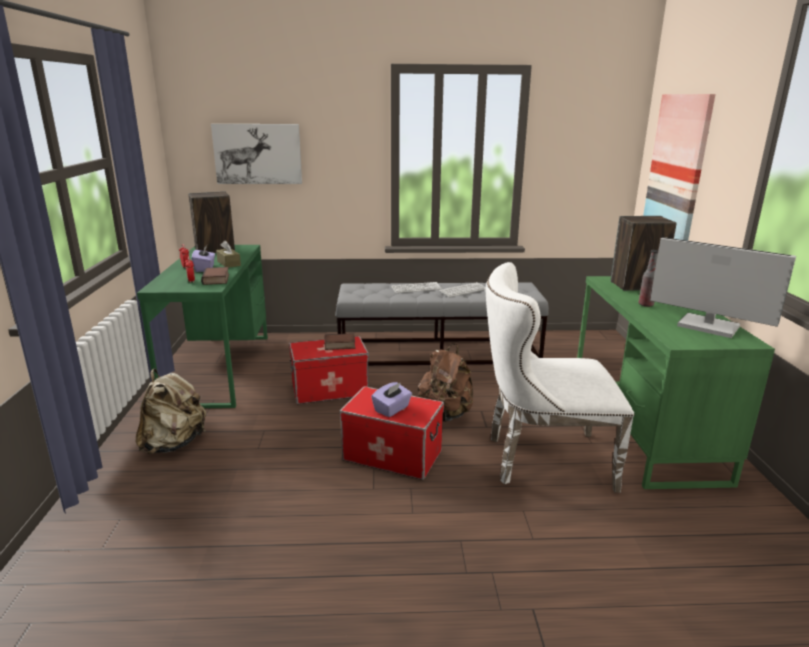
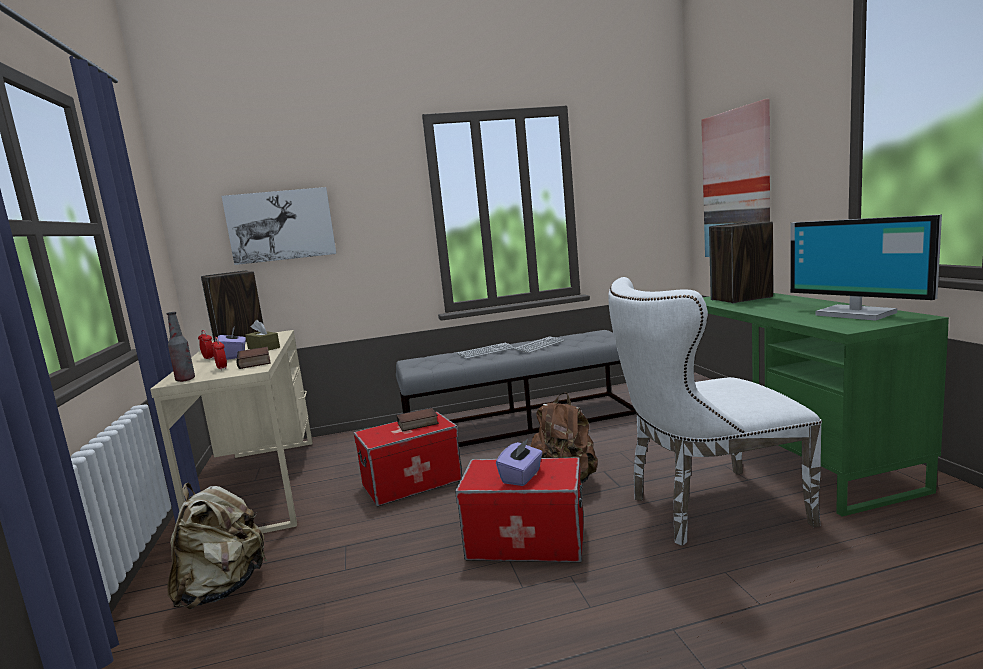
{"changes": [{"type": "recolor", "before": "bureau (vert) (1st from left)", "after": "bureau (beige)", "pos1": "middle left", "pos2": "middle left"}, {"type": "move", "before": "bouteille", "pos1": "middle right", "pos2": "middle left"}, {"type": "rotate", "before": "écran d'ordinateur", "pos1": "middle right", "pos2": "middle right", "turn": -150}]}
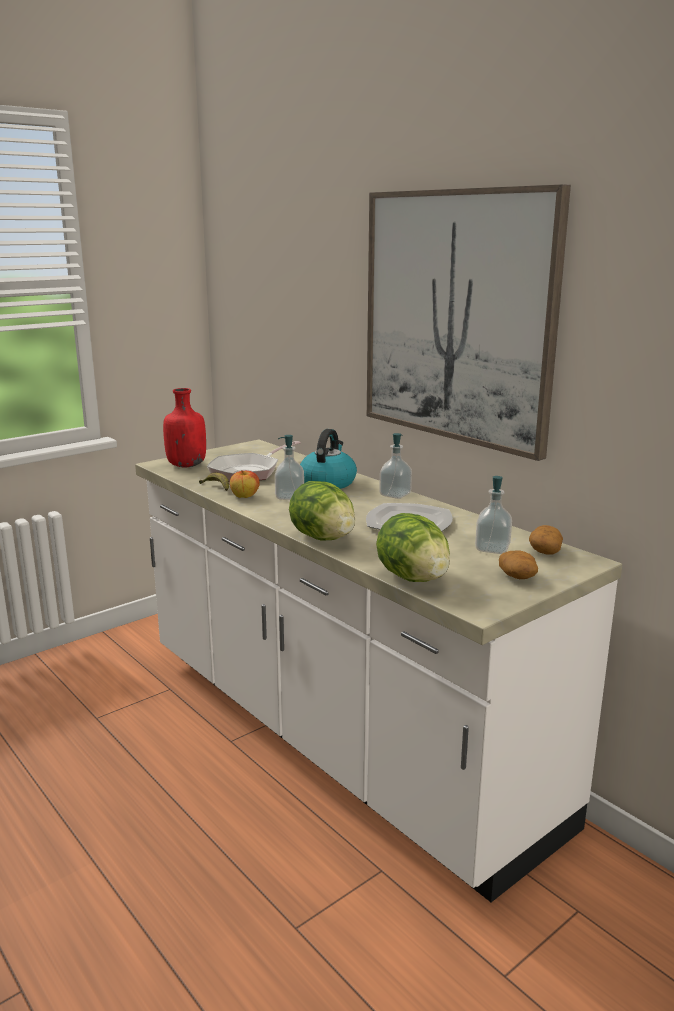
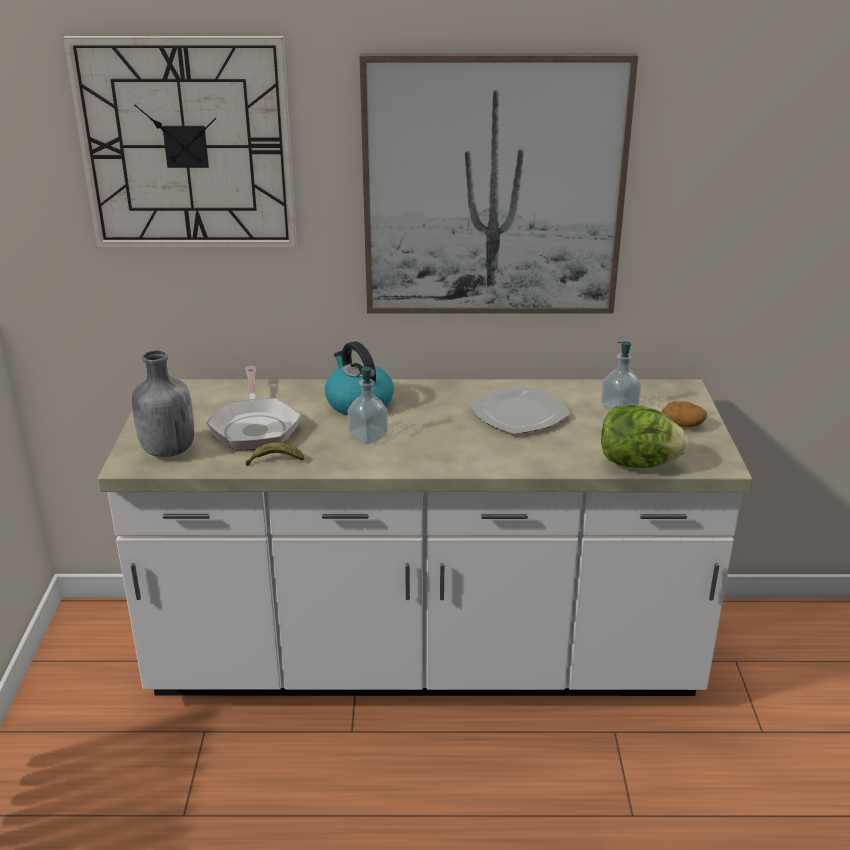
{"changes": [{"type": "recolor", "before": "bouteille (rouge)", "after": "bouteille (gris)", "pos1": "middle left", "pos2": "middle left"}, {"type": "delete", "before": "pomme", "pos1": "centre"}, {"type": "delete", "before": "laitue (1st from left)", "pos1": "centre"}, {"type": "delete", "before": "distributeur de savon (2nd from left)", "pos1": "centre"}, {"type": "delete", "before": "pomme de terre (2nd from left)", "pos1": "middle right"}, {"type": "insert", "after": "horloge murale", "pos2": "top left"}]}
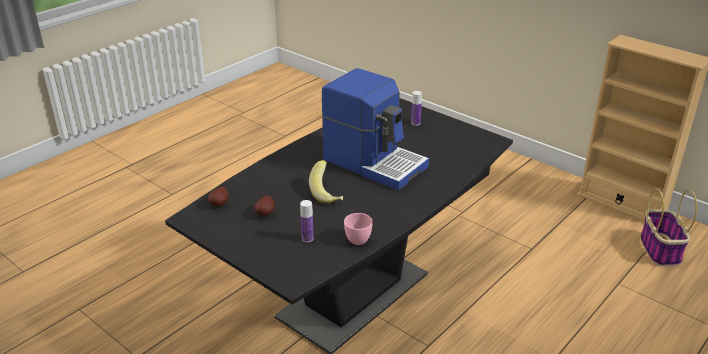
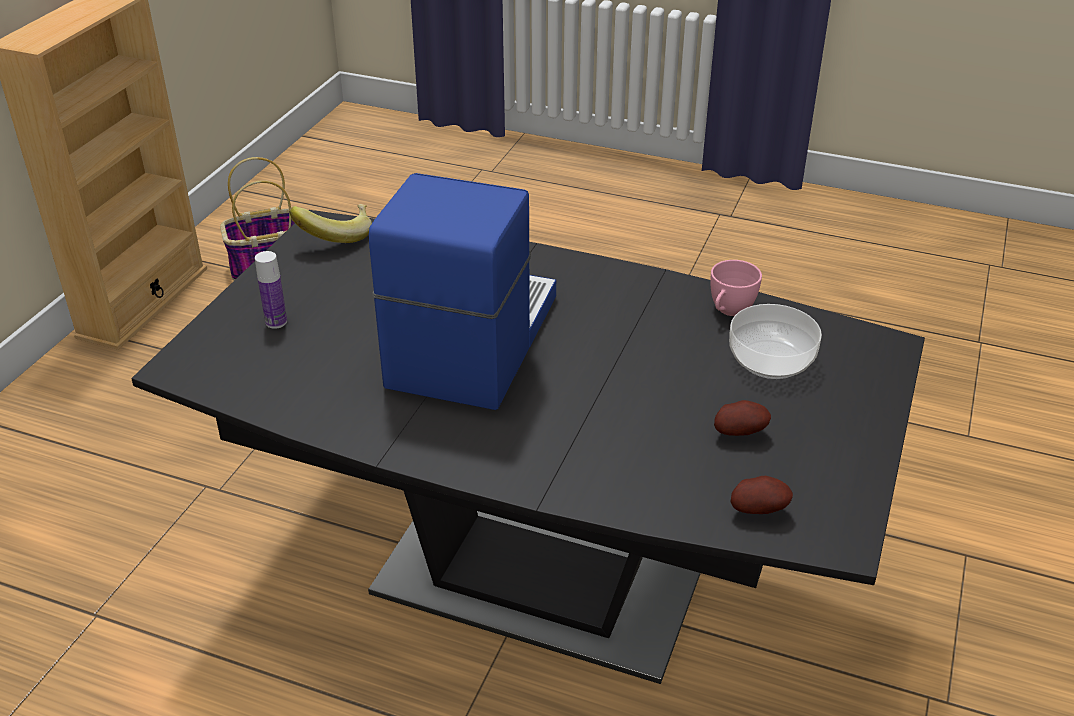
{"changes": [{"type": "replace", "before": "bouteille (1st from left)", "after": "bol", "pos1": "centre", "pos2": "middle right"}, {"type": "move", "before": "banane", "pos1": "centre", "pos2": "top left"}]}
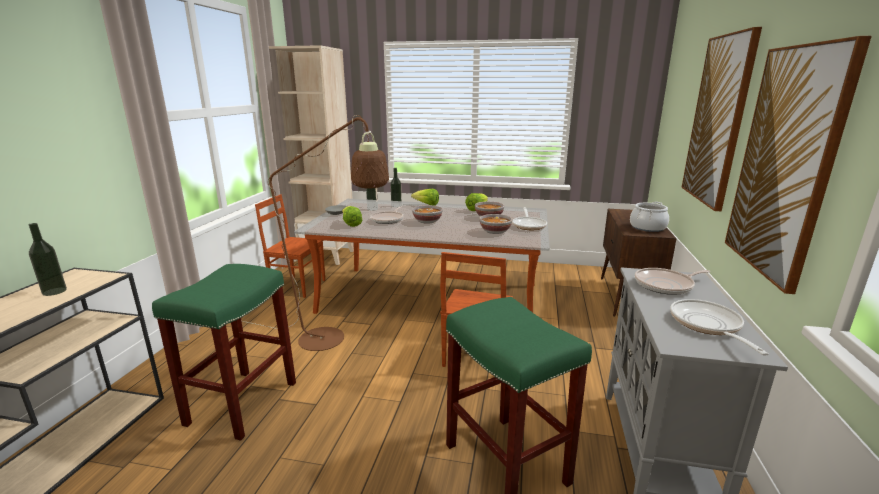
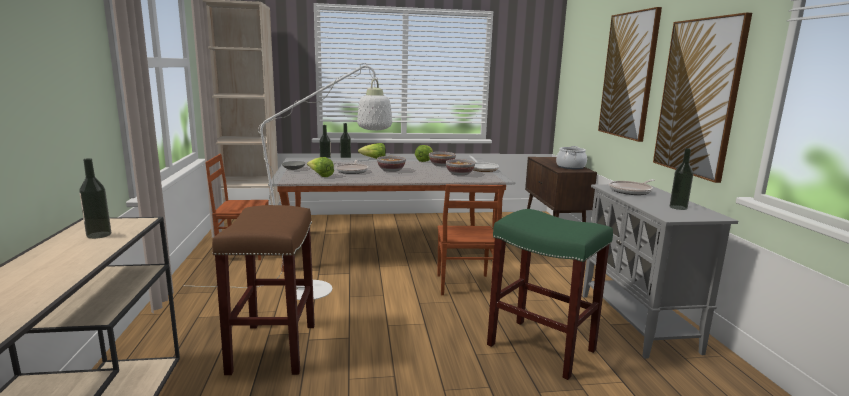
{"changes": [{"type": "recolor", "before": "tabouret (vert) (1st from left)", "after": "tabouret (marron)", "pos1": "bottom left", "pos2": "bottom left"}, {"type": "recolor", "before": "lampadaire (marron)", "after": "lampadaire (blanc)", "pos1": "centre", "pos2": "centre"}, {"type": "replace", "before": "poêle (4th from left)", "after": "bouteille (4th from left)", "pos1": "middle right", "pos2": "middle right"}]}
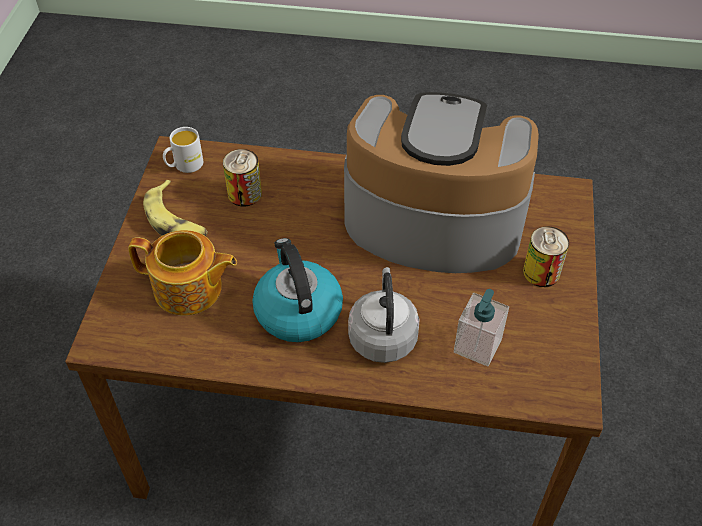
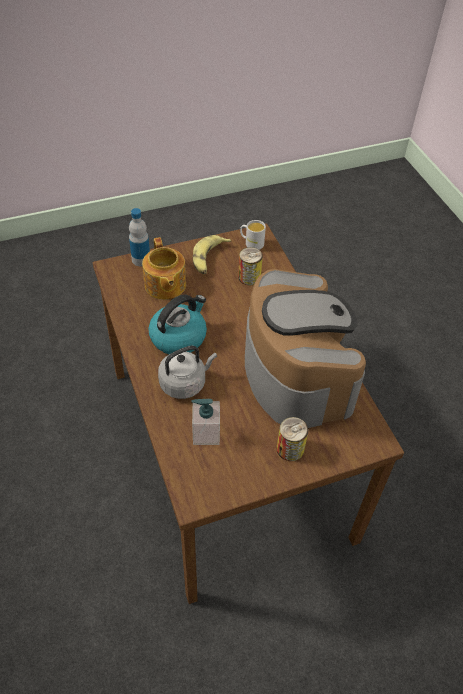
{"changes": [{"type": "insert", "after": "bouteille", "pos2": "middle left"}]}
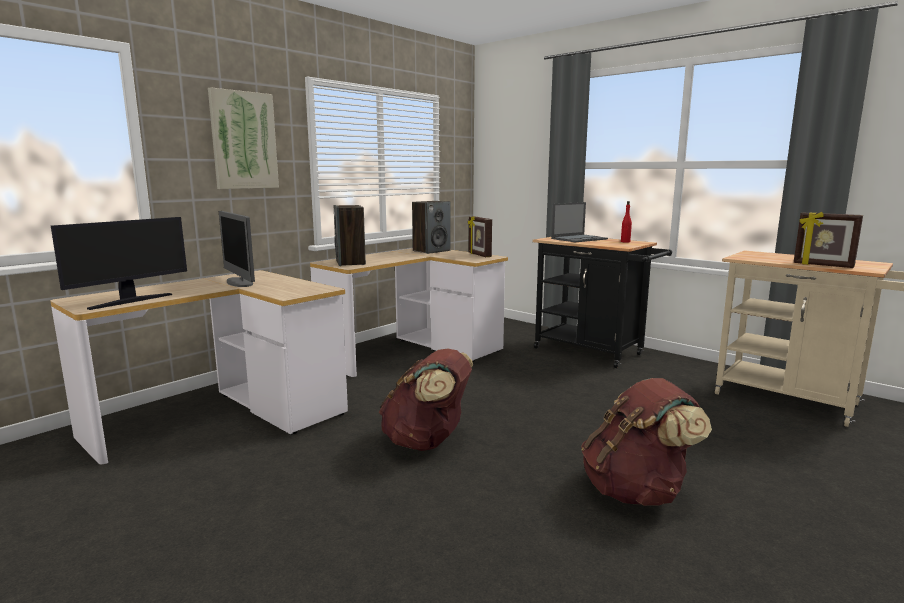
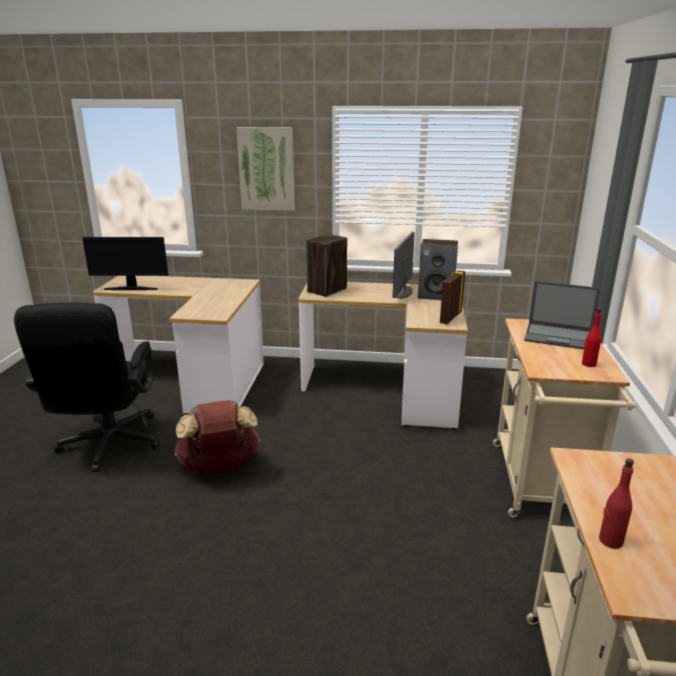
{"changes": [{"type": "move", "before": "écran d'ordinateur (2nd from left)", "pos1": "middle left", "pos2": "centre"}, {"type": "recolor", "before": "chariot (noir)", "after": "chariot (beige) (1st from left)", "pos1": "centre", "pos2": "middle right"}, {"type": "delete", "before": "sac à dos (marron) (2nd from left)", "pos1": "bottom right"}, {"type": "replace", "before": "cadre photo (2nd from left)", "after": "bouteille (rouge) (2nd from left)", "pos1": "middle right", "pos2": "bottom right"}, {"type": "insert", "after": "chaise de bureau (noir)", "pos2": "middle left"}]}
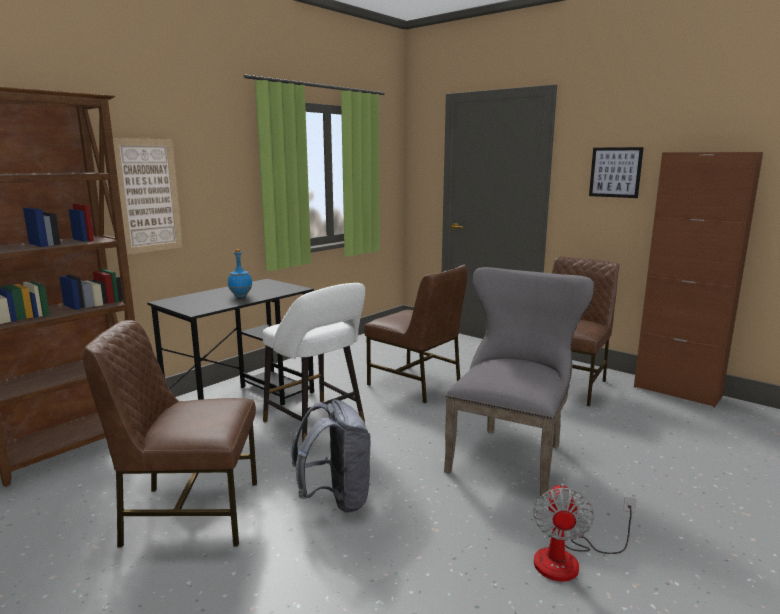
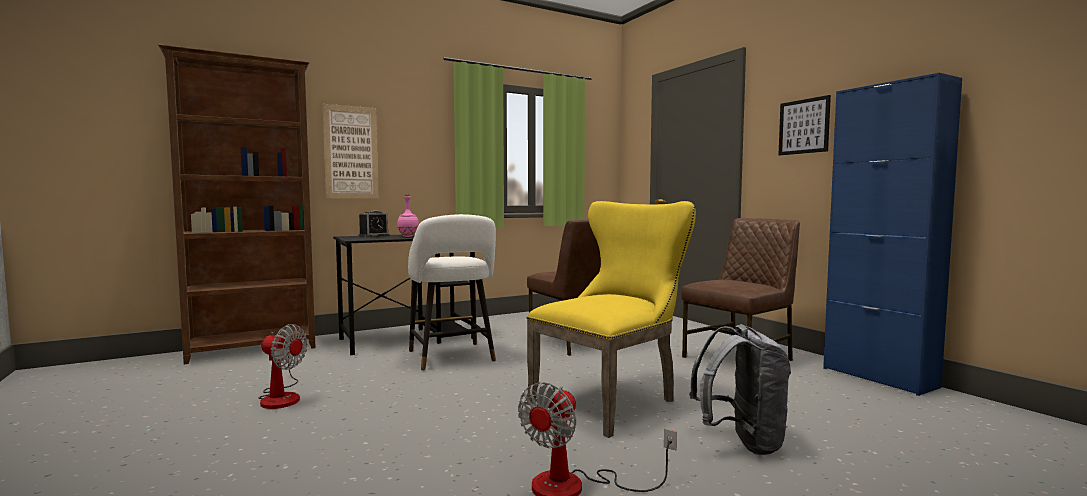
{"changes": [{"type": "replace", "before": "chaise (marron) (1st from left)", "after": "ventilateur (1st from left)", "pos1": "bottom left", "pos2": "bottom left"}, {"type": "recolor", "before": "bouteille (bleu)", "after": "bouteille (rose)", "pos1": "middle left", "pos2": "centre"}, {"type": "move", "before": "sac à dos (gris)", "pos1": "bottom centre", "pos2": "bottom right"}, {"type": "recolor", "before": "chaise (gris)", "after": "chaise (jaune)", "pos1": "centre", "pos2": "centre"}, {"type": "recolor", "before": "meuble de rangement (marron)", "after": "meuble de rangement (bleu)", "pos1": "middle right", "pos2": "middle right"}, {"type": "insert", "after": "réveil", "pos2": "centre"}]}
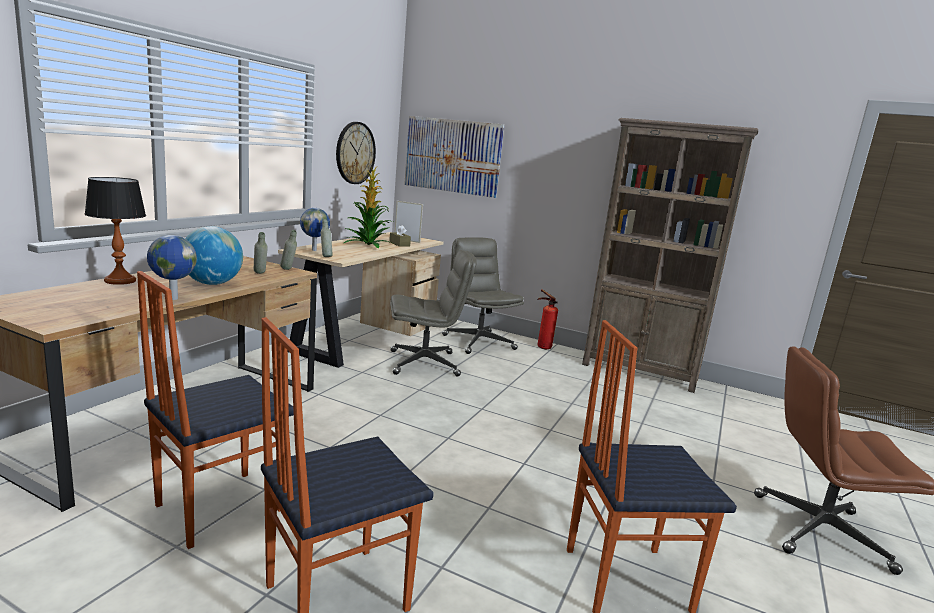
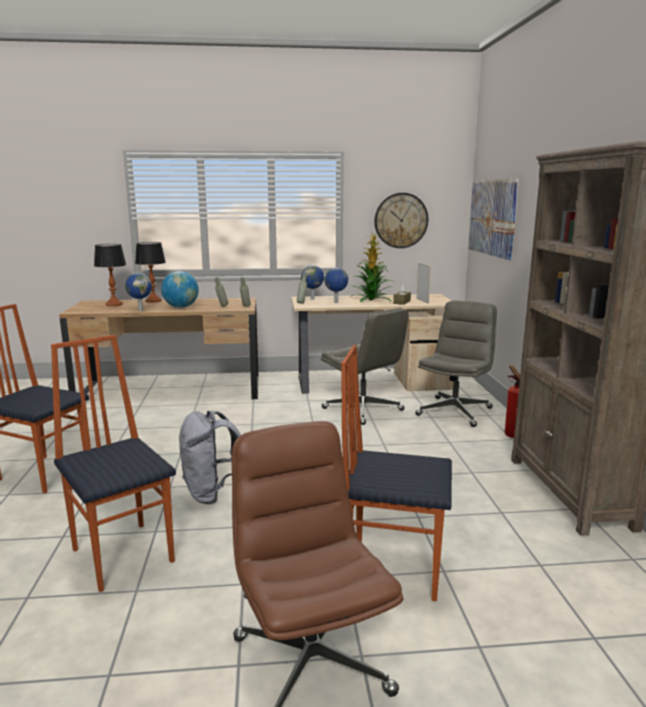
{"changes": [{"type": "move", "before": "chaise (1st from left in the first image)", "after": "chaise (3rd from left)", "pos1": "bottom left", "pos2": "bottom centre"}, {"type": "insert", "after": "lampe de table (1st from left)", "pos2": "middle left"}, {"type": "insert", "after": "sac à dos (gris)", "pos2": "middle left"}, {"type": "insert", "after": "globe (4th from left)", "pos2": "centre"}]}
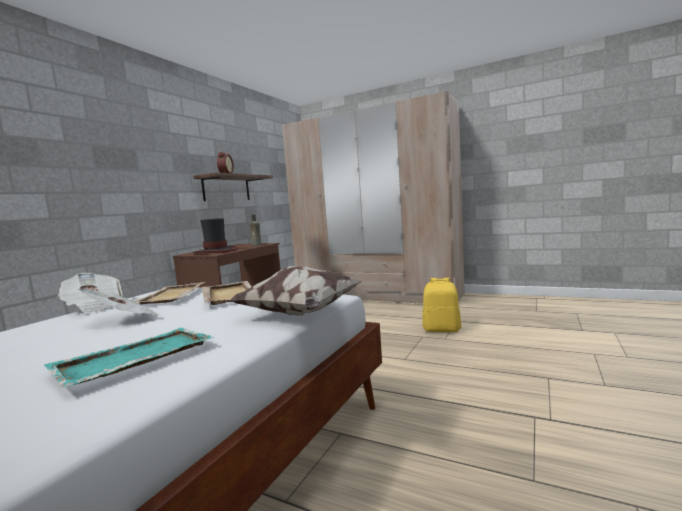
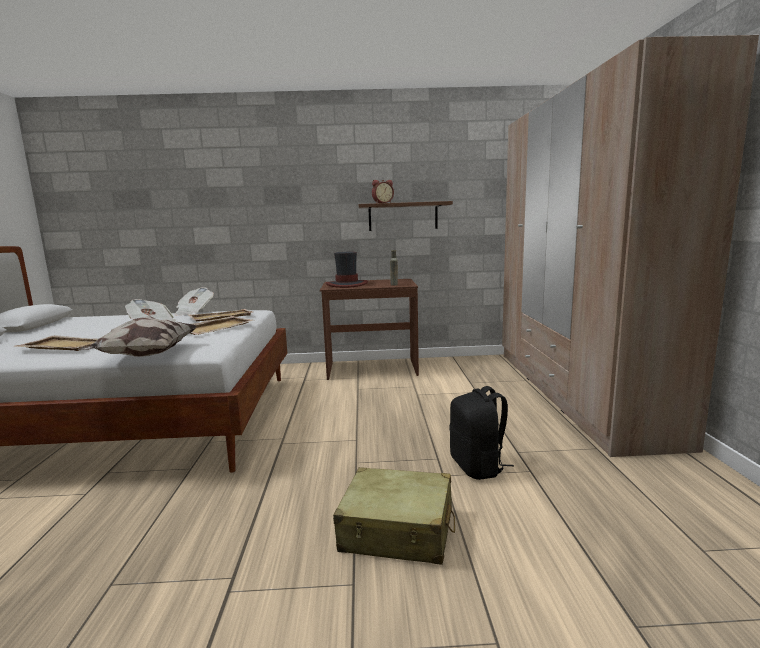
{"changes": [{"type": "recolor", "before": "plateau (turquoise)", "after": "plateau (beige) (1st from left)", "pos1": "bottom left", "pos2": "middle left"}, {"type": "recolor", "before": "sac à dos (jaune)", "after": "sac à dos (noir)", "pos1": "centre", "pos2": "bottom centre"}, {"type": "insert", "after": "valise (beige)", "pos2": "bottom centre"}]}
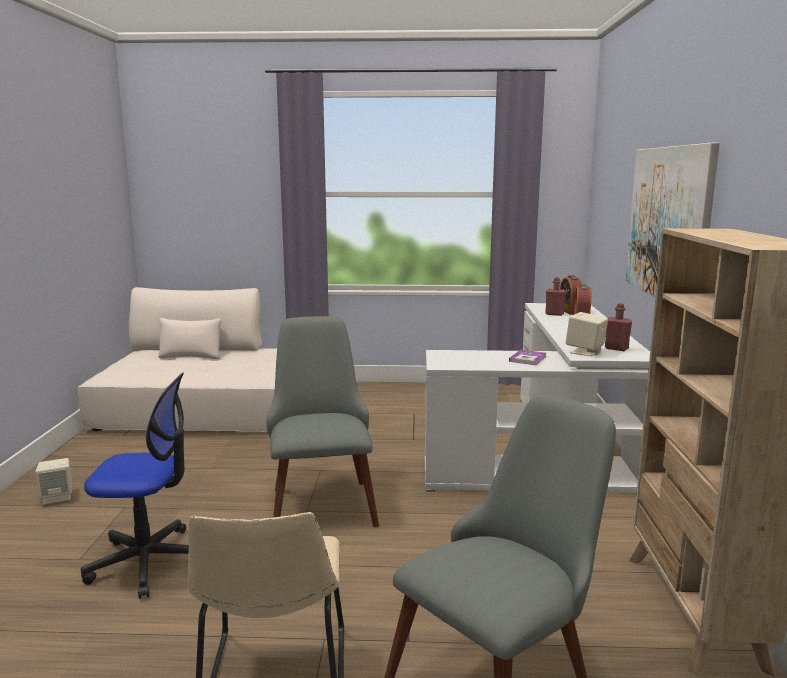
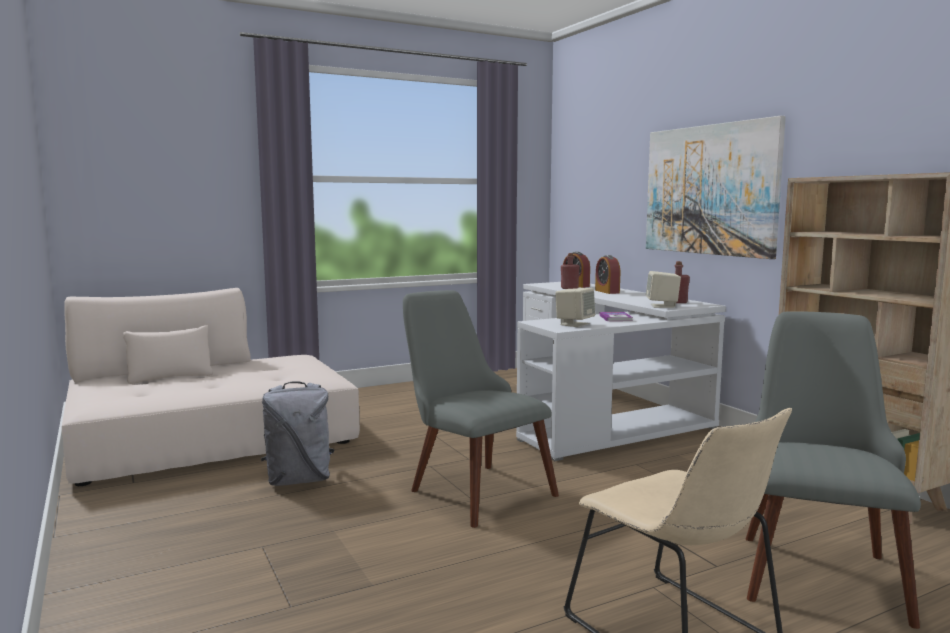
{"changes": [{"type": "move", "before": "enceinte (beige) (1st from left)", "pos1": "bottom left", "pos2": "centre"}, {"type": "delete", "before": "chaise de bureau", "pos1": "bottom left"}, {"type": "insert", "after": "sac à dos (gris)", "pos2": "bottom left"}]}
